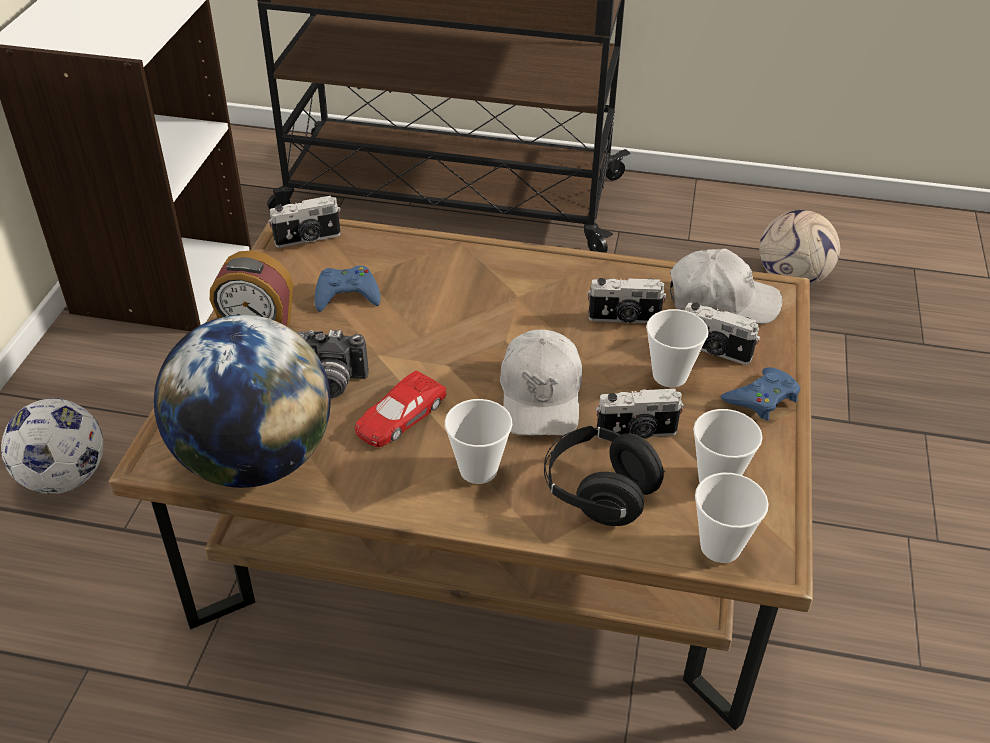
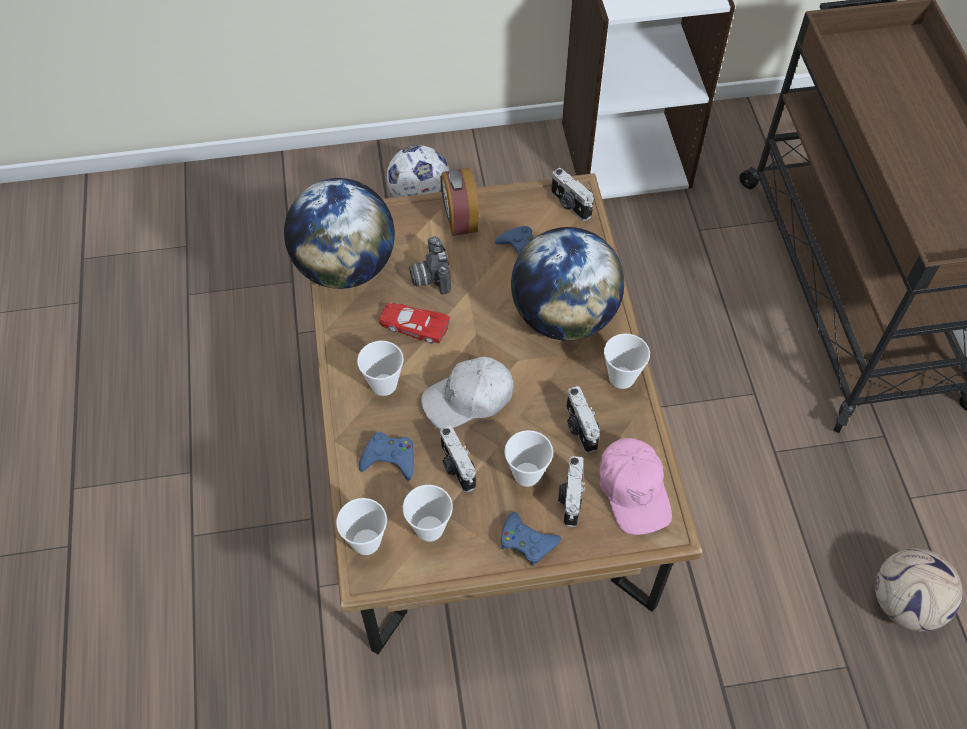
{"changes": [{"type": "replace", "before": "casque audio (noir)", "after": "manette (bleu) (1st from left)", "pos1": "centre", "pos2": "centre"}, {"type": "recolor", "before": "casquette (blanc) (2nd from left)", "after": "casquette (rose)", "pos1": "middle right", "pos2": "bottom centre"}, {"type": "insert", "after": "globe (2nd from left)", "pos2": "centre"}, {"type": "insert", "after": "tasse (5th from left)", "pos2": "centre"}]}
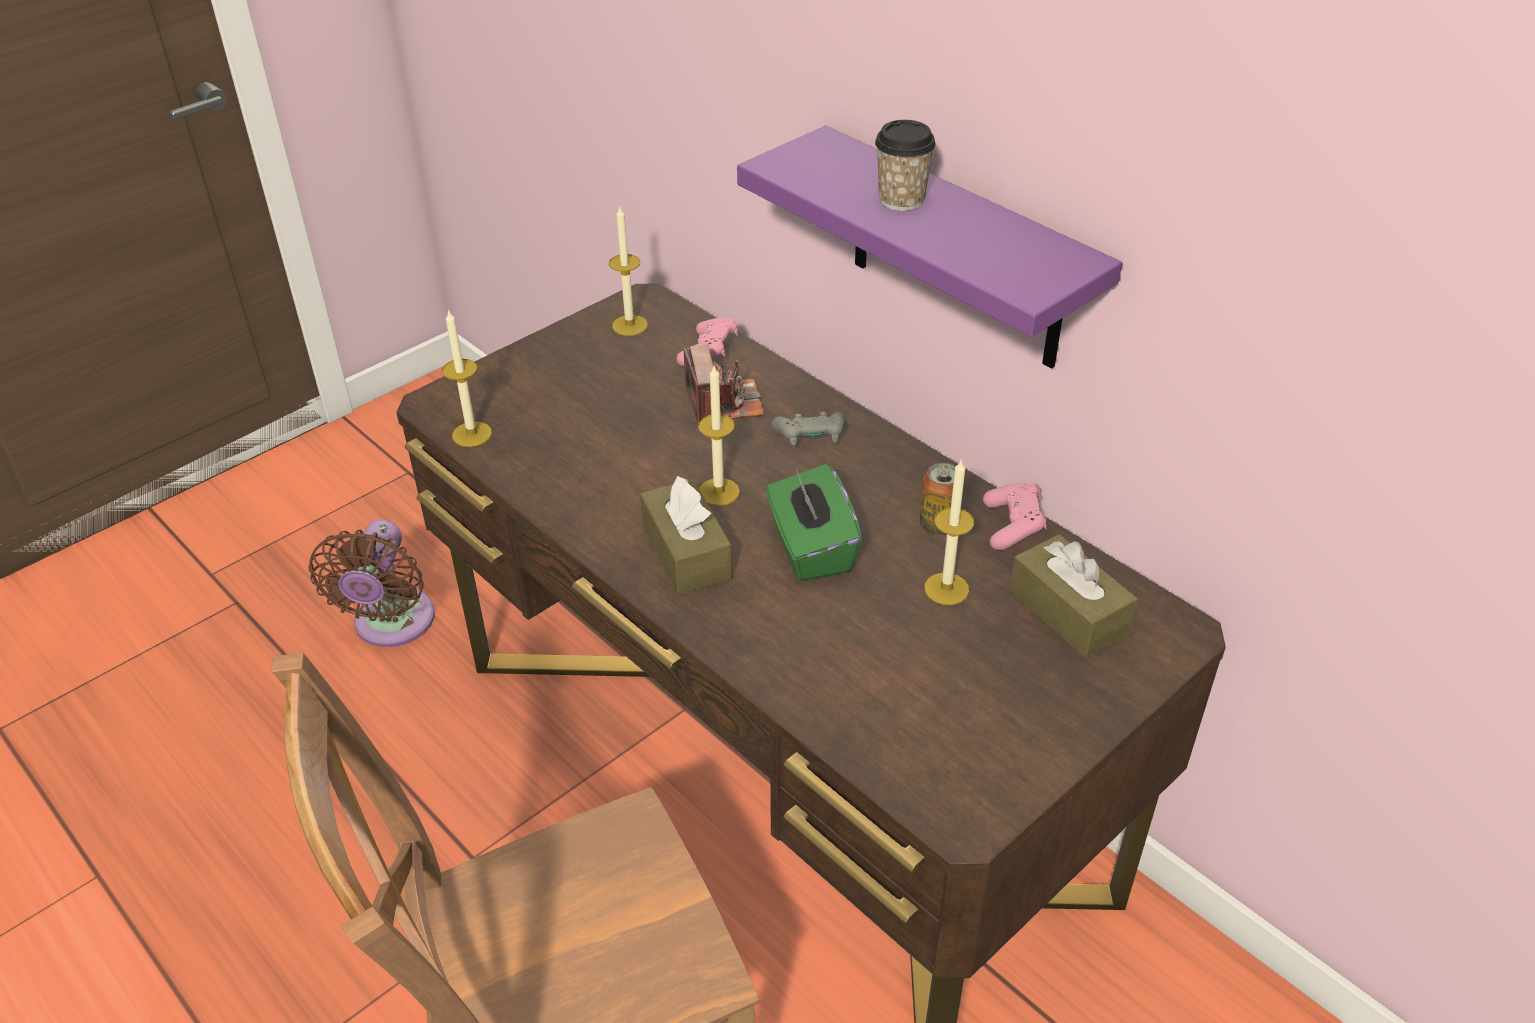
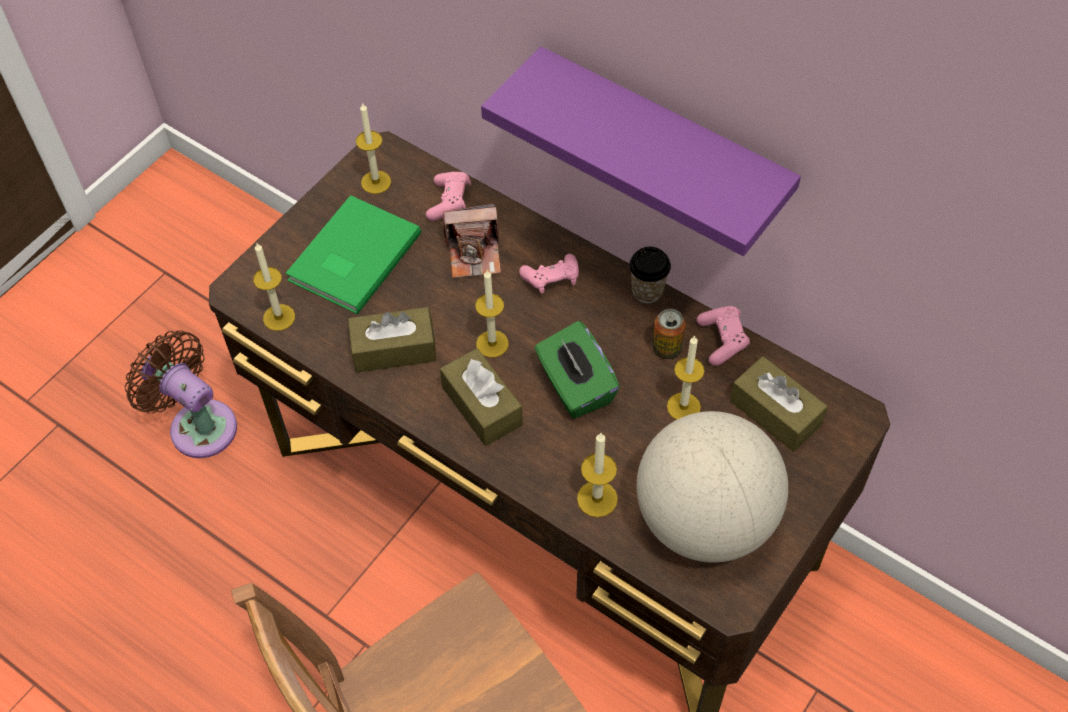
{"changes": [{"type": "rotate", "before": "ventilateur (marron)", "pos1": "middle left", "pos2": "middle left", "turn": 135}, {"type": "rotate", "before": "appareil photo", "pos1": "centre", "pos2": "centre", "turn": 105}, {"type": "recolor", "before": "manette (gris)", "after": "manette (rose) (2nd from left)", "pos1": "centre", "pos2": "centre"}, {"type": "move", "before": "tasse", "pos1": "top centre", "pos2": "centre"}, {"type": "insert", "after": "livre (vert)", "pos2": "middle left"}, {"type": "insert", "after": "boîte à mouchoirs (marron) (1st from left)", "pos2": "centre"}, {"type": "insert", "after": "bougie (4th from left)", "pos2": "bottom centre"}, {"type": "insert", "after": "globe", "pos2": "bottom right"}]}
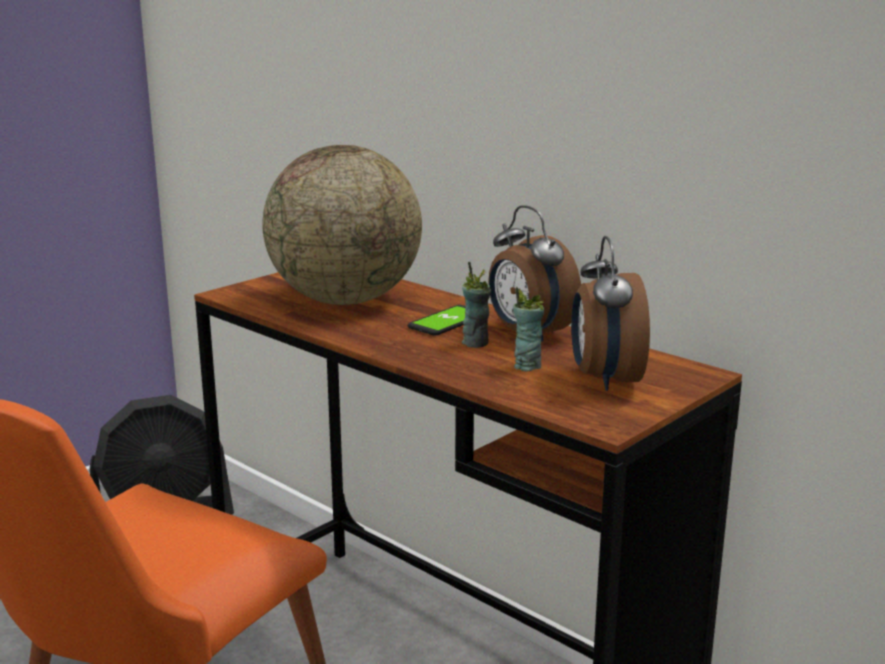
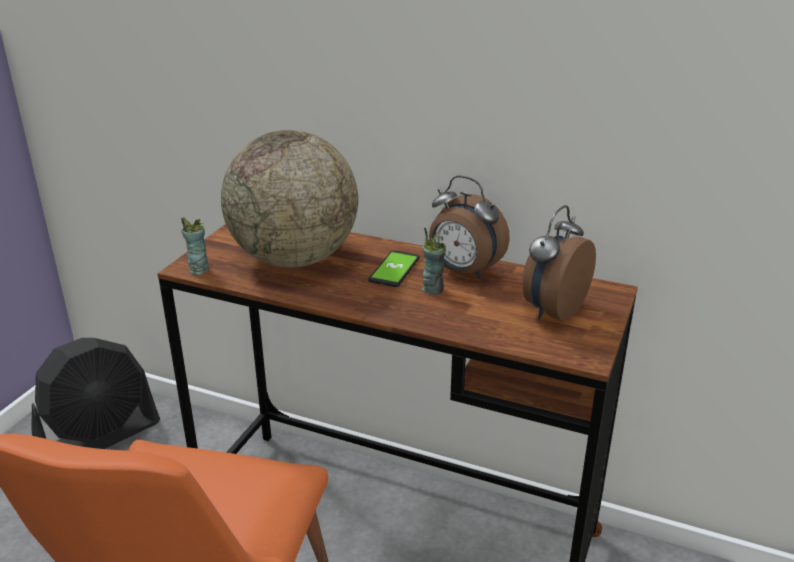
{"changes": [{"type": "move", "before": "tasse (2nd from left in the first image)", "after": "tasse (1st from left)", "pos1": "centre", "pos2": "middle left"}, {"type": "rotate", "before": "réveil (2nd from left)", "pos1": "middle right", "pos2": "middle right", "turn": 60}]}
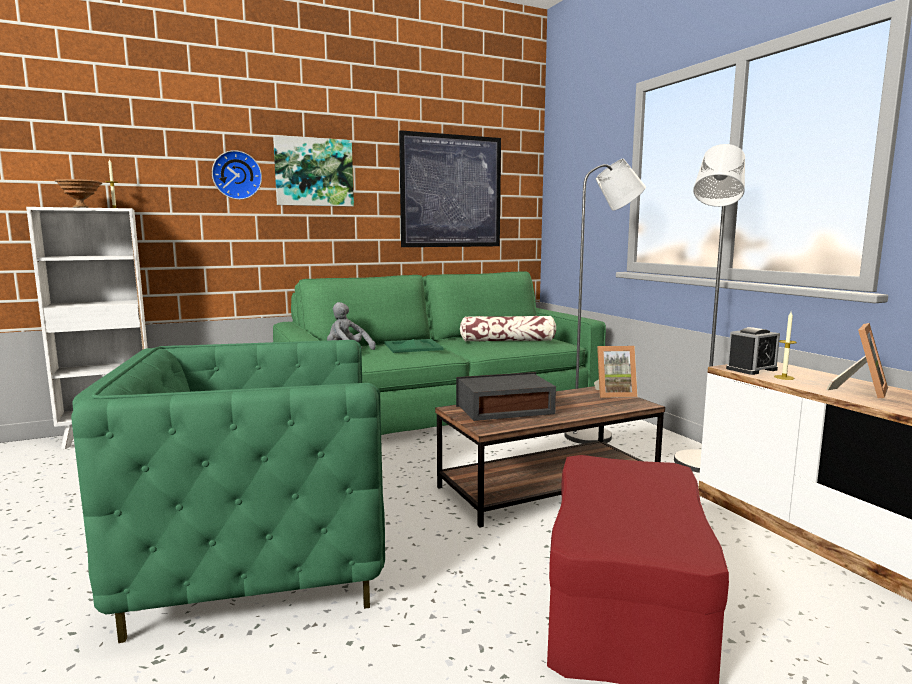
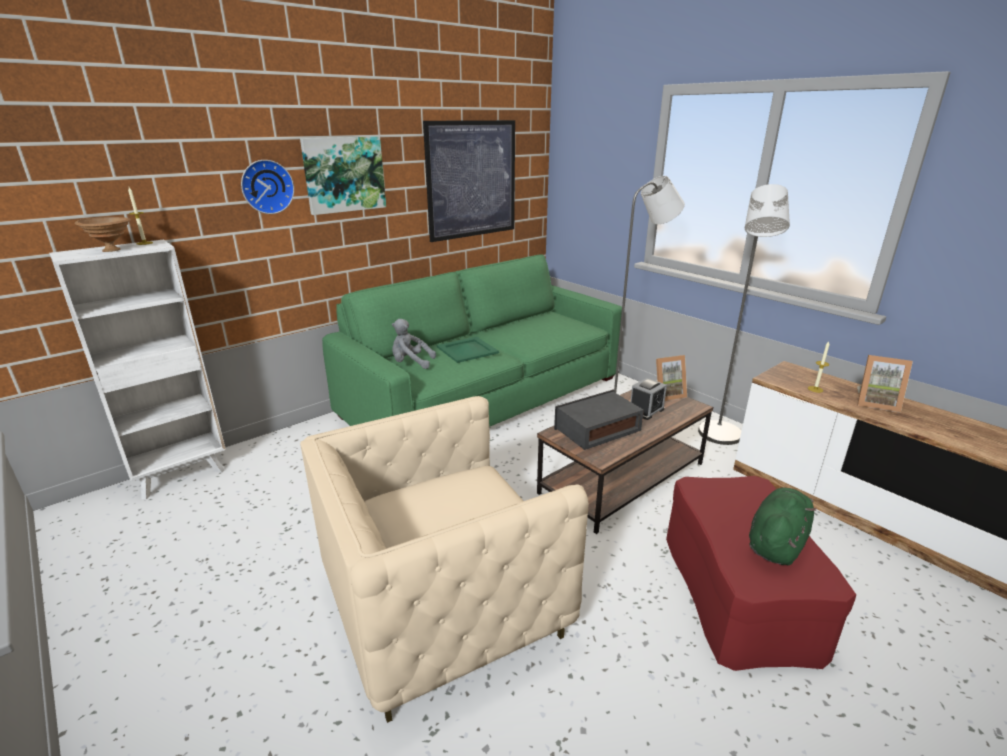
{"changes": [{"type": "recolor", "before": "fauteuil (vert)", "after": "fauteuil (beige)", "pos1": "bottom left", "pos2": "bottom centre"}, {"type": "delete", "before": "coussin", "pos1": "centre"}, {"type": "move", "before": "réveil", "pos1": "middle right", "pos2": "centre"}, {"type": "rotate", "before": "cadre photo (2nd from left)", "pos1": "middle right", "pos2": "middle right", "turn": 90}, {"type": "insert", "after": "peluche (vert)", "pos2": "bottom right"}]}
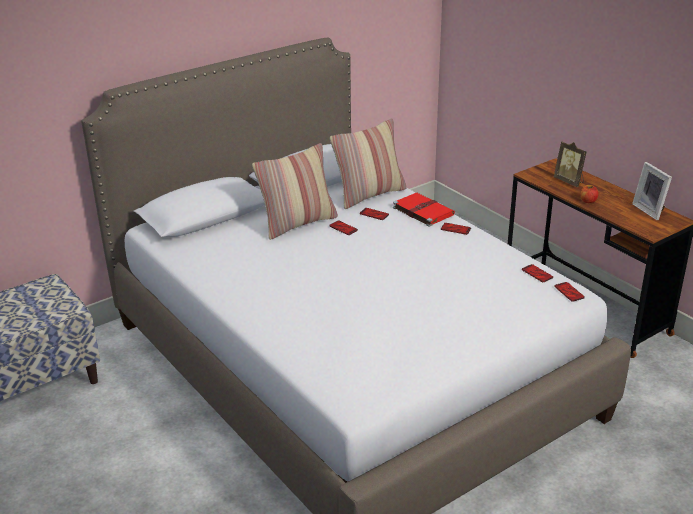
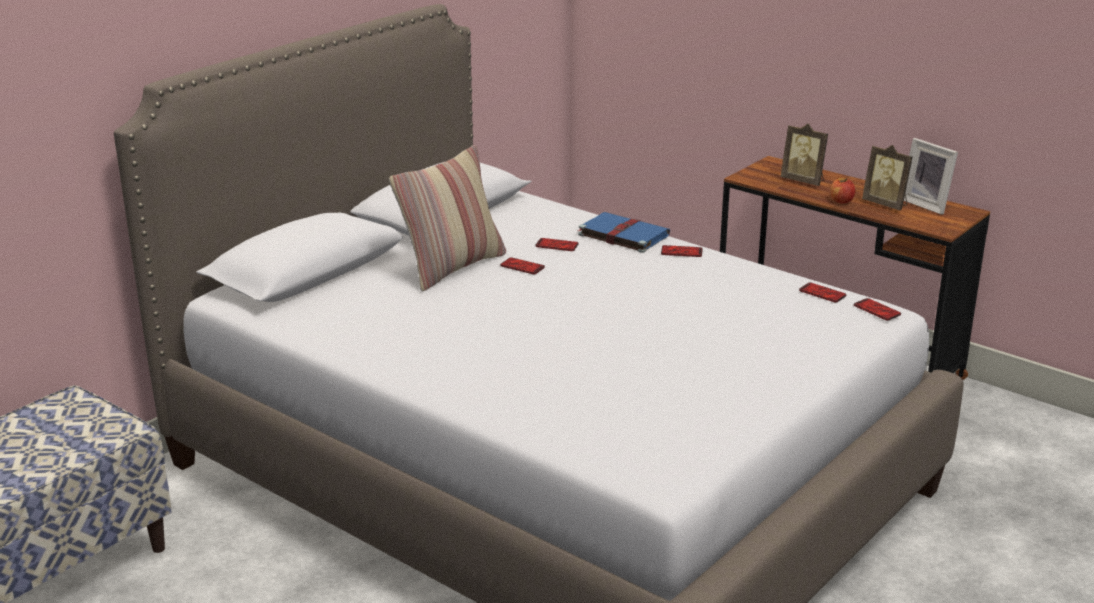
{"changes": [{"type": "delete", "before": "coussin (2nd from left)", "pos1": "top centre"}, {"type": "recolor", "before": "livre (rouge)", "after": "livre (bleu)", "pos1": "centre", "pos2": "centre"}, {"type": "insert", "after": "cadre photo (2nd from left)", "pos2": "top right"}]}
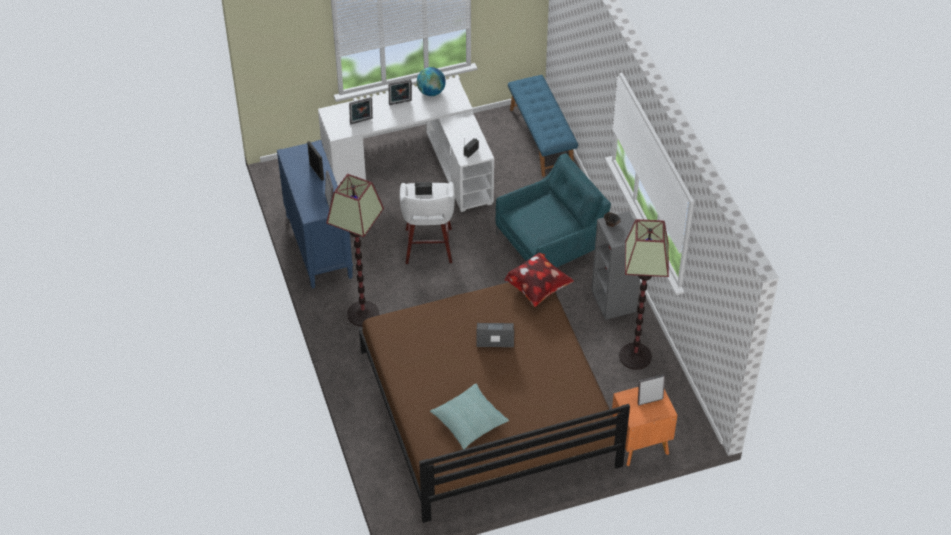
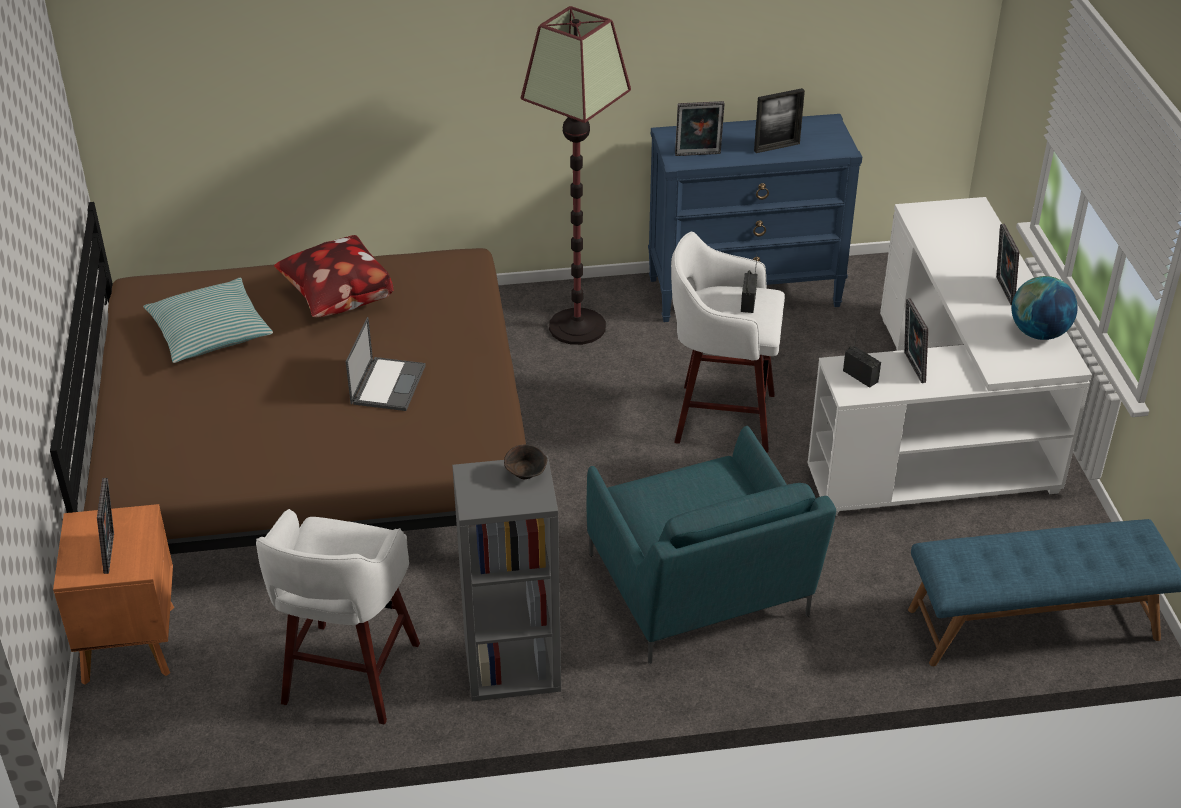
{"changes": [{"type": "move", "before": "cadre photo (3rd from left in the first image)", "after": "cadre photo (4th from left)", "pos1": "top centre", "pos2": "middle right"}, {"type": "move", "before": "coussin (2nd from left)", "pos1": "centre", "pos2": "middle left"}, {"type": "replace", "before": "lampadaire (2nd from left)", "after": "tabouret (blanc) (1st from left)", "pos1": "middle right", "pos2": "bottom left"}]}
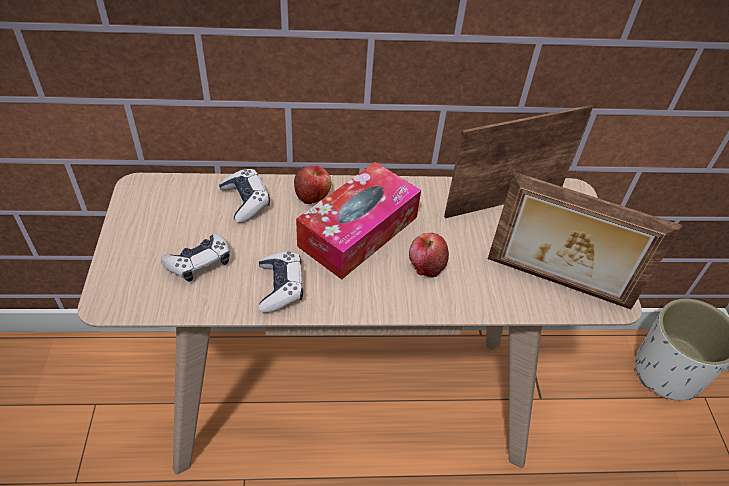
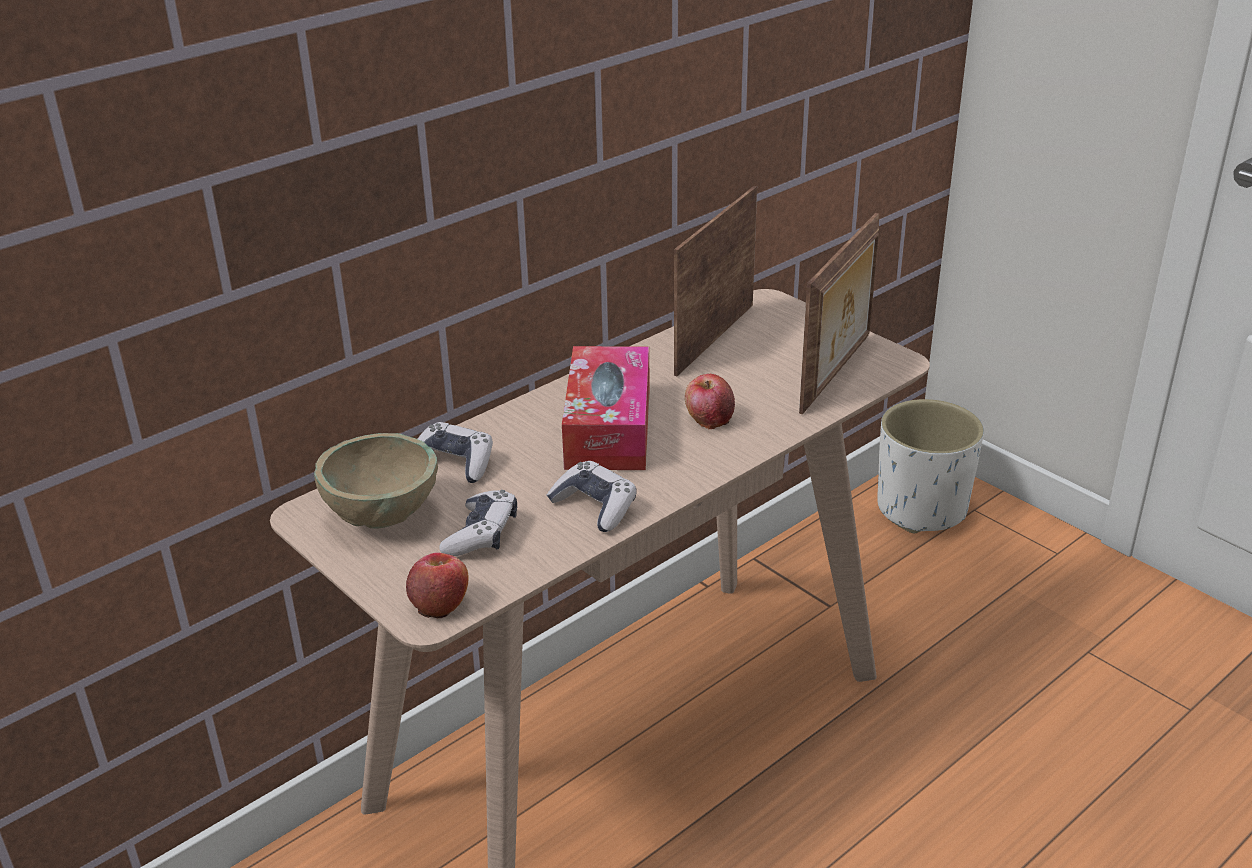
{"changes": [{"type": "move", "before": "pomme (1st from left)", "pos1": "centre", "pos2": "bottom centre"}, {"type": "rotate", "before": "cadre photo (2nd from left)", "pos1": "middle right", "pos2": "middle right", "turn": -45}, {"type": "insert", "after": "bol (beige)", "pos2": "middle left"}]}
